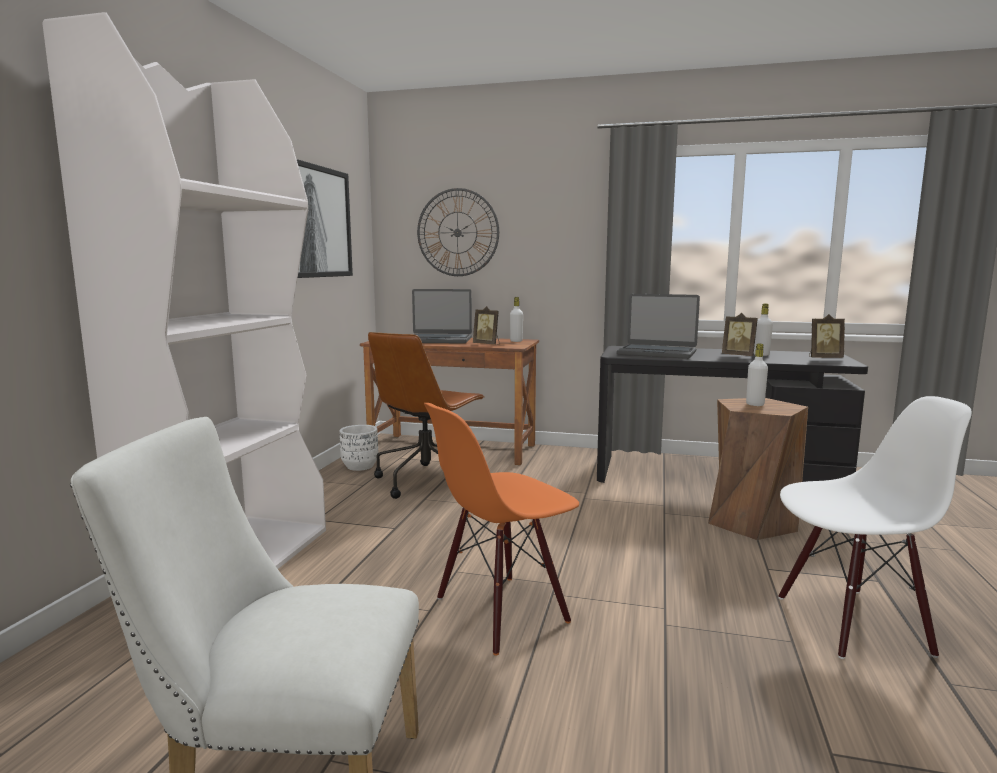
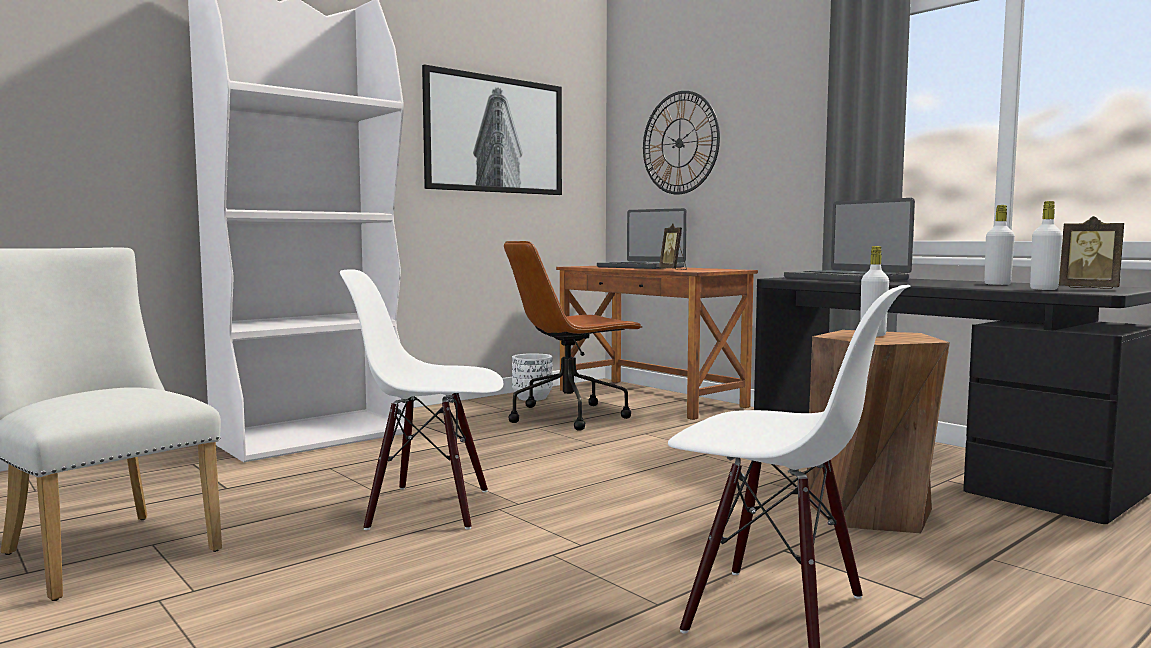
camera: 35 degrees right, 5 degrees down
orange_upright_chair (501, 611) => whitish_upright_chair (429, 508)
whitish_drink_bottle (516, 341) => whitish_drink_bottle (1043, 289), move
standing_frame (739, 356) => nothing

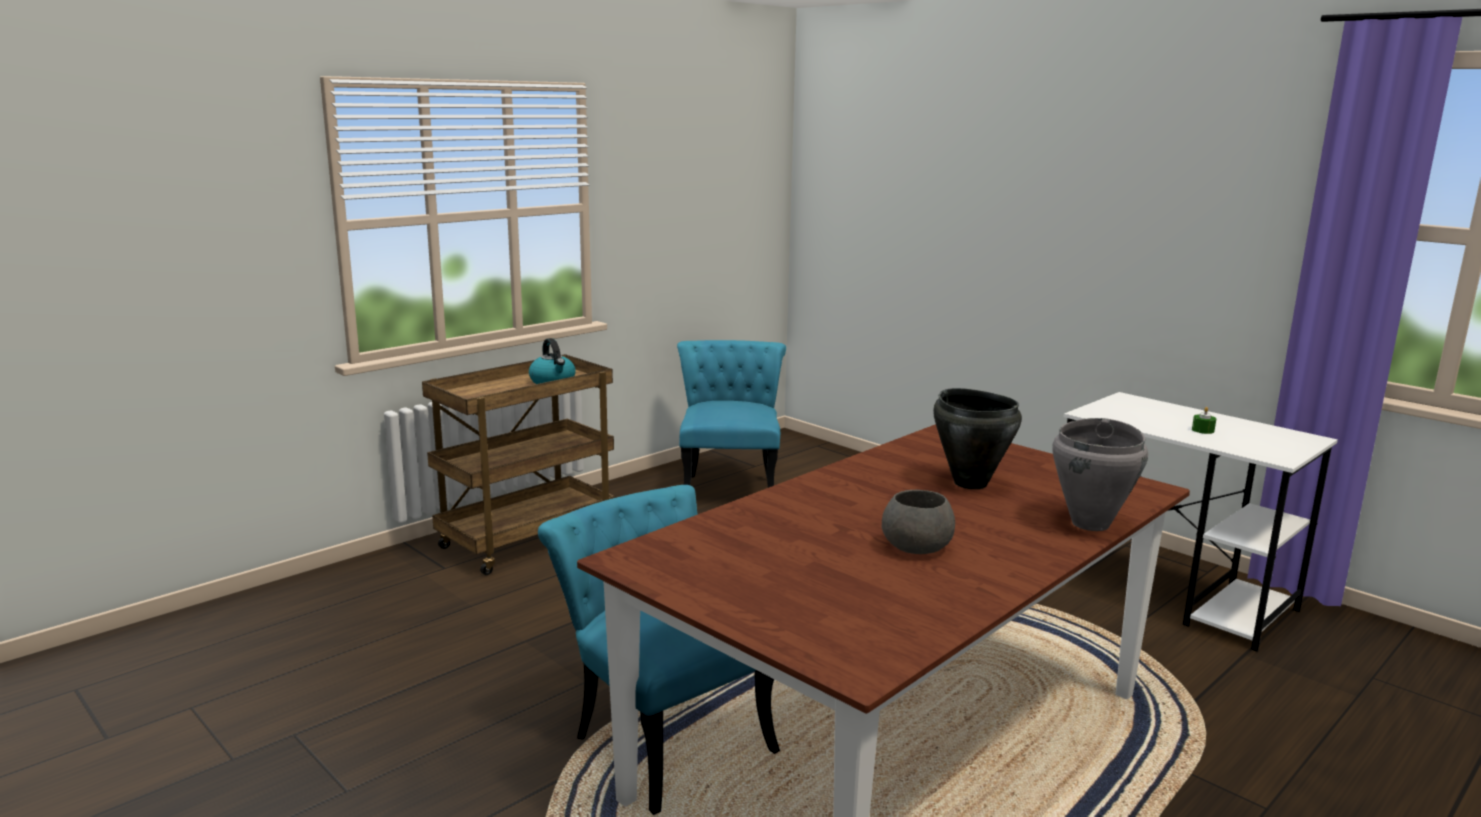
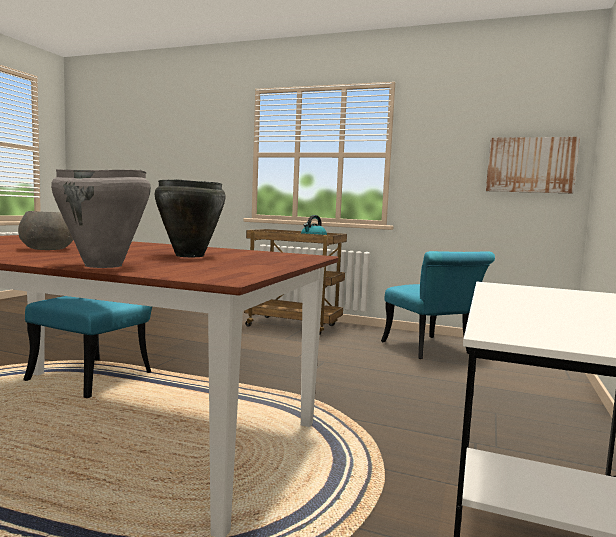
camera: 65 degrees right, 10 degrees down
turquoise-coloured_upright_chair (729, 488) => turquoise-coloured_upright_chair (431, 350), 90 degrees clockwise
nothing => picture (530, 165)
greenish_wax_candle (1203, 430) => nothing

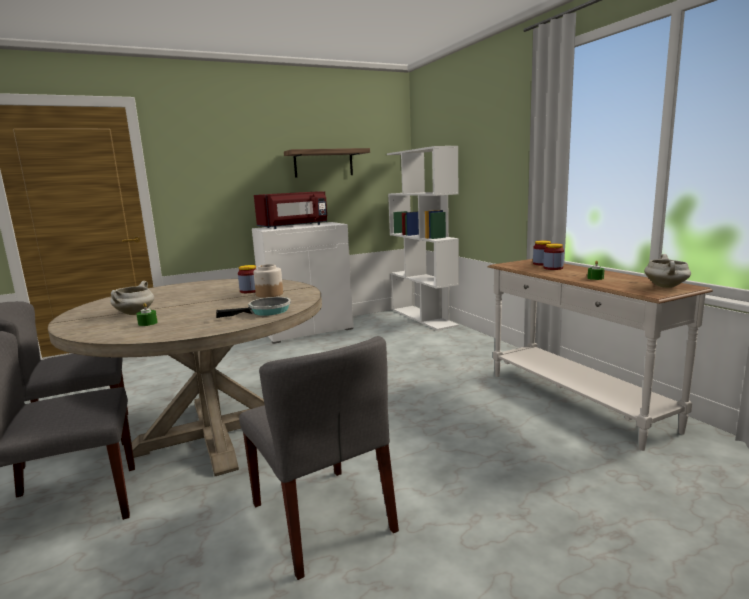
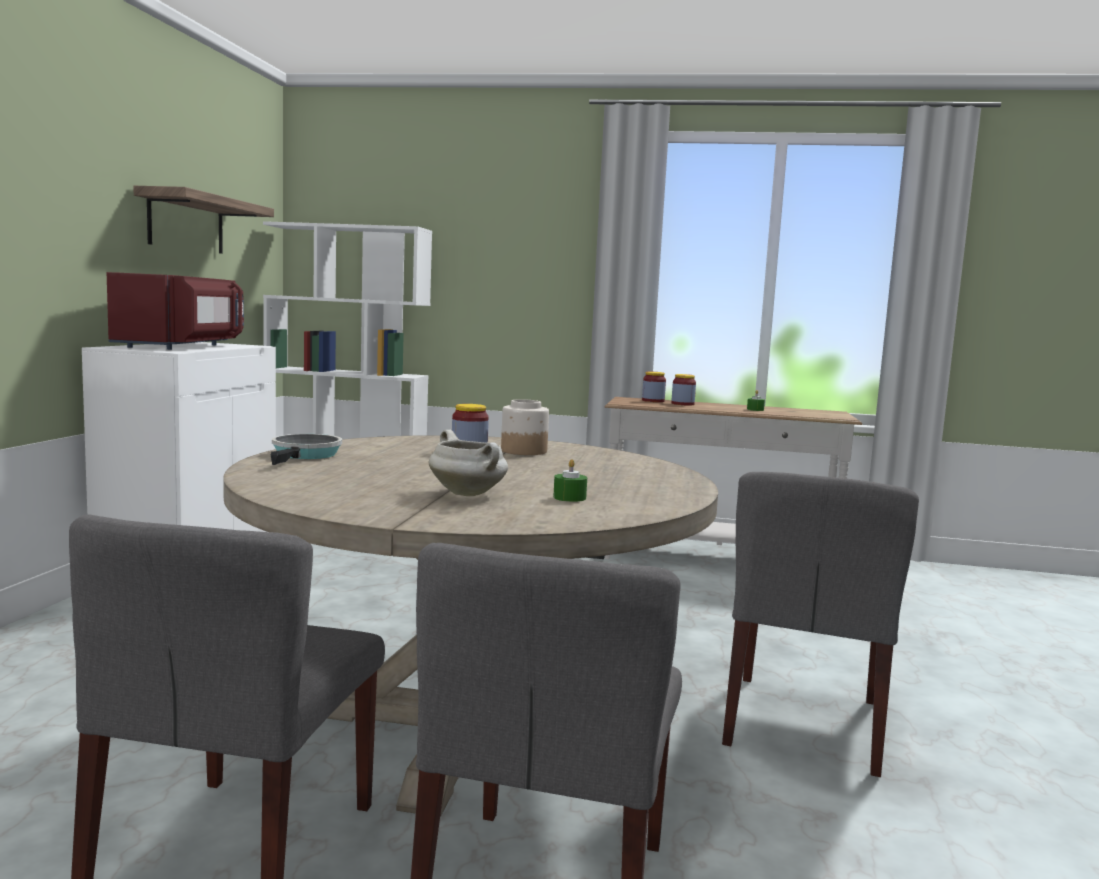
camera: 55 degrees left, 5 degrees down
skillet (266, 311) => skillet (305, 455), move
greyish_upright_chair (323, 517) => greyish_upright_chair (804, 723), 105 degrees clockwise
whitish_stockpot (666, 286) => nothing

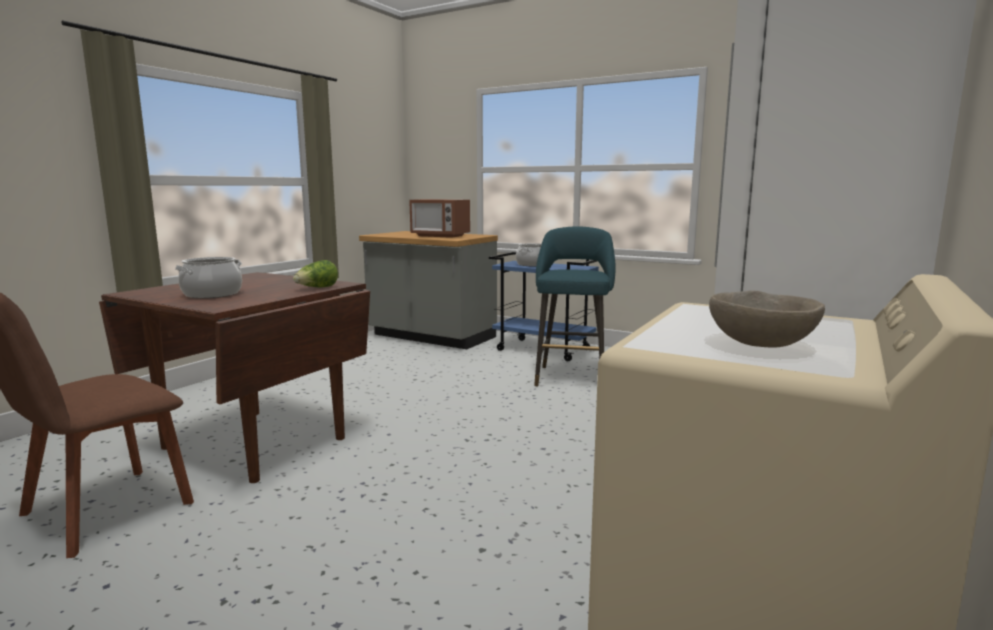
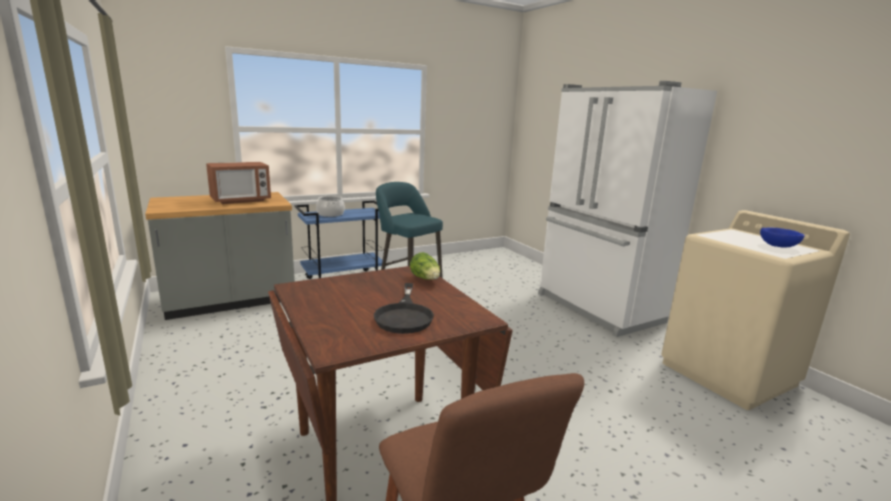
camera: 60 degrees left, 5 degrees up
stockpot (212, 294) => black_skillet (404, 315)
sand-coloured_bowl (761, 345) => blue-coloured_bowl (778, 246)

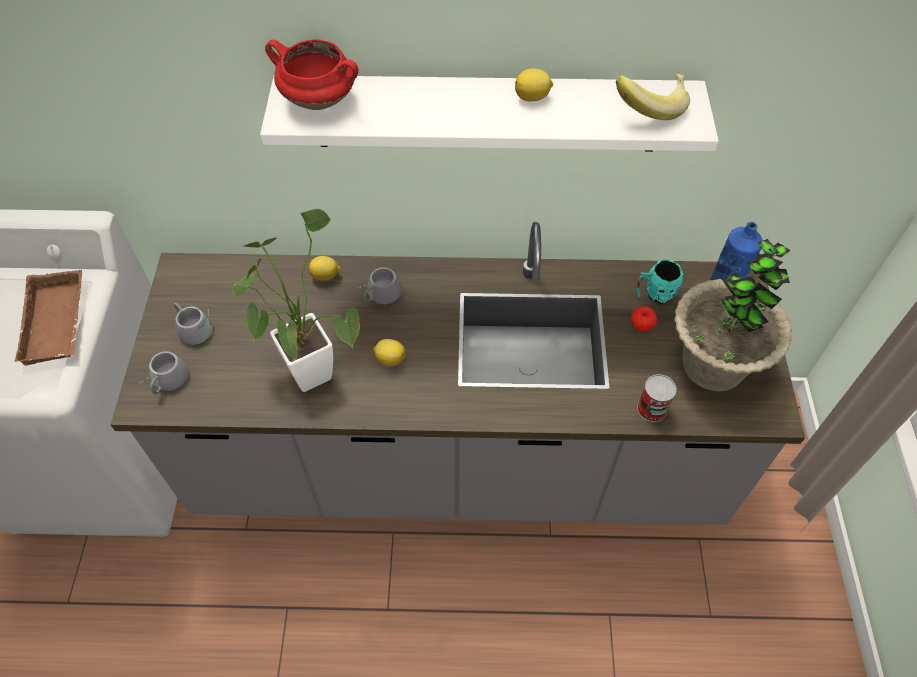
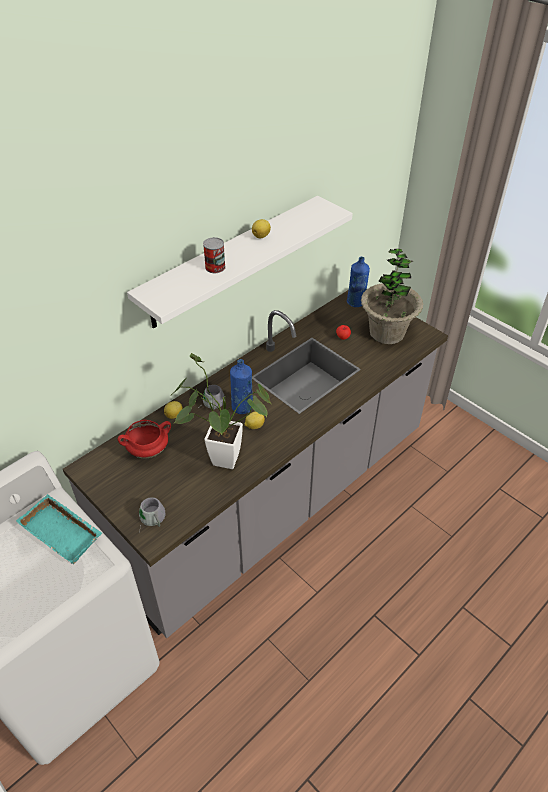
camera: 45 degrees left, 10 degrees down
brownish_serving_tray (58, 323) => turquoise-coloured_serving_tray (63, 532)
reddish_stockpot (320, 100) => reddish_stockpot (148, 450), move
can (652, 408) => can (215, 267), move
nothing => blue-coloured_drink_bottle (242, 407)
greyish_coffee_mug (196, 326) => nothing
banana_fruit (650, 106) => nothing
turquoise-coloured_coffee_mug (654, 294) => nothing

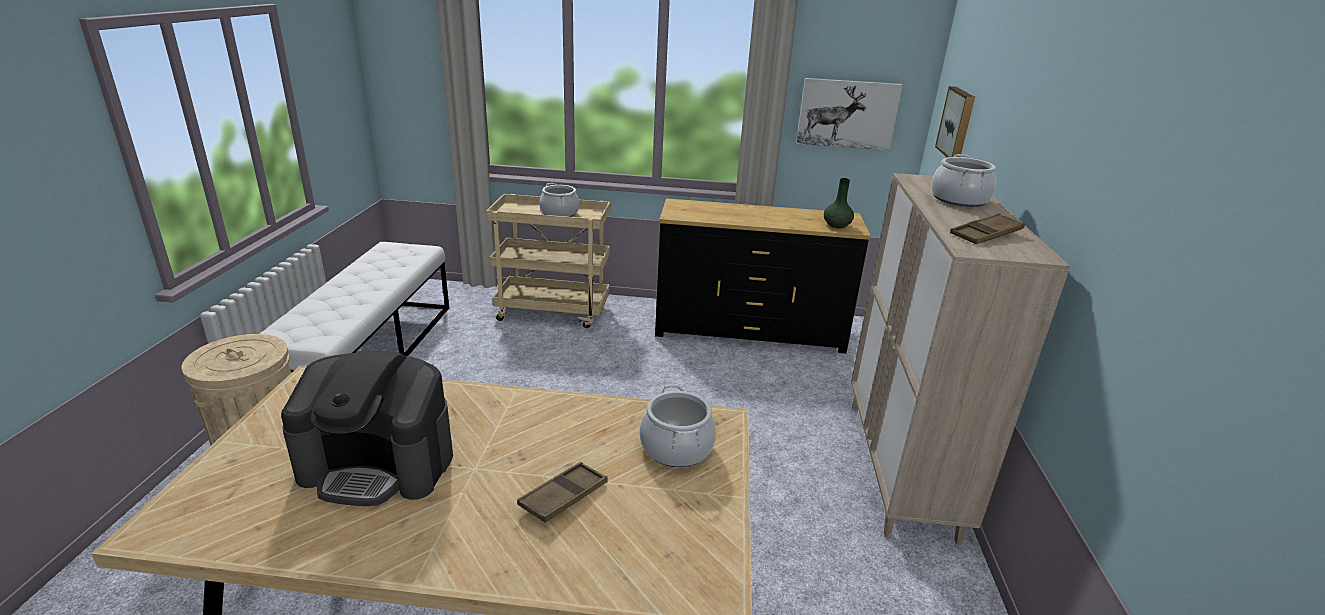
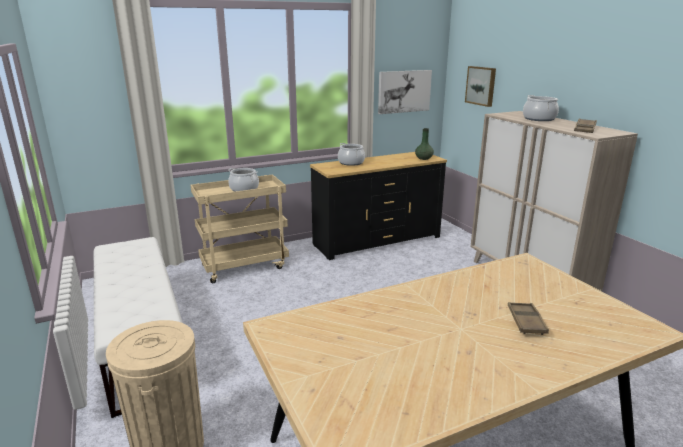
camera: 30 degrees left, 5 degrees down
stockpot (676, 447) => stockpot (351, 162), move
coffee_machine (379, 464) => nothing

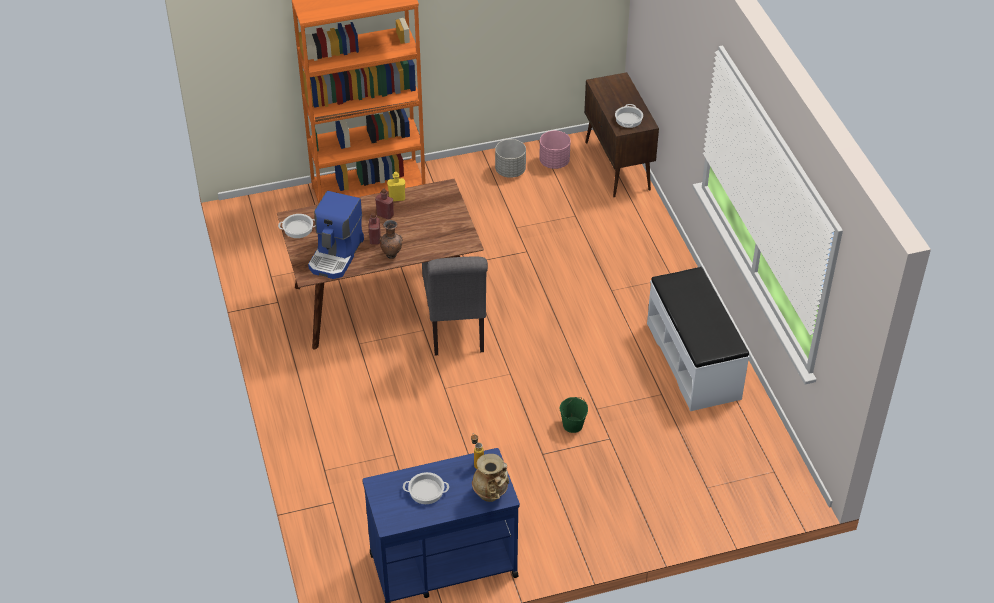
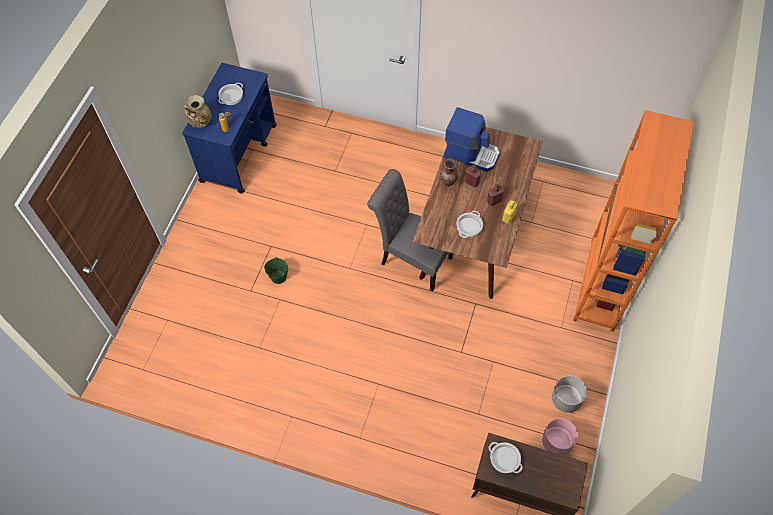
camera: 125 degrees right, 15 degrees up
coffee_machine (337, 255) => coffee_machine (471, 153), 150 degrees clockwise
stockpot (298, 229) => stockpot (469, 226), move
whitish_long_seat (694, 360) => nothing

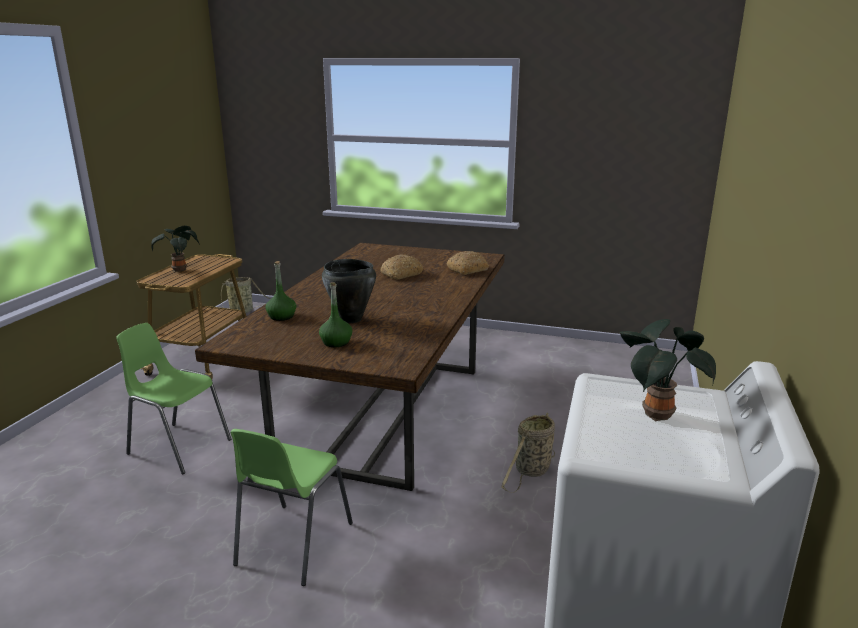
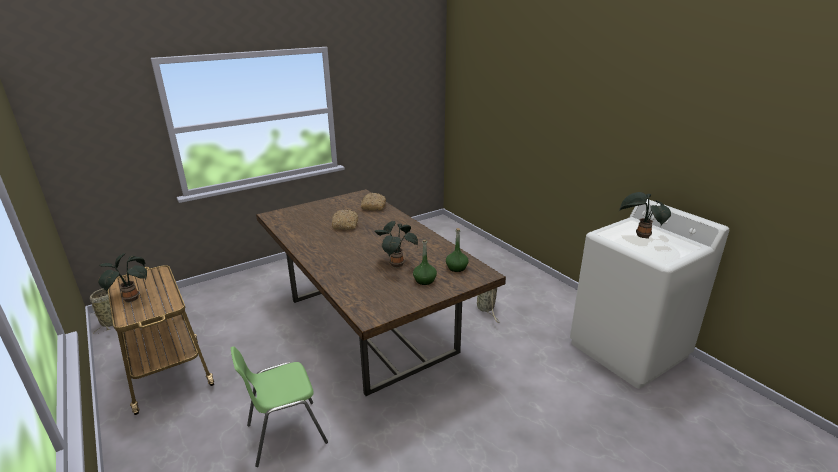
camera: 50 degrees left, 5 degrees up
black_stockpot (351, 319) => houseplant (395, 264)
greenish_drink_bottle (282, 317) => greenish_drink_bottle (456, 268), move
greenish_upright_chair (293, 544) => nothing

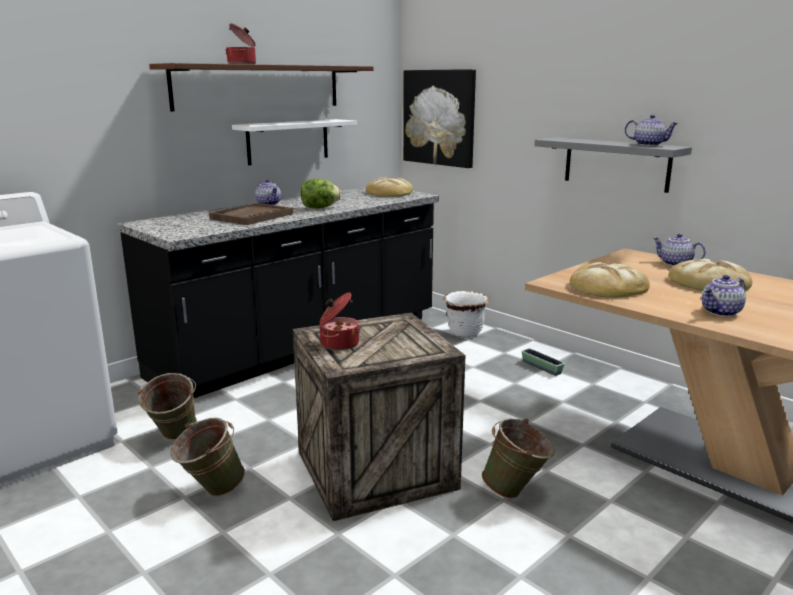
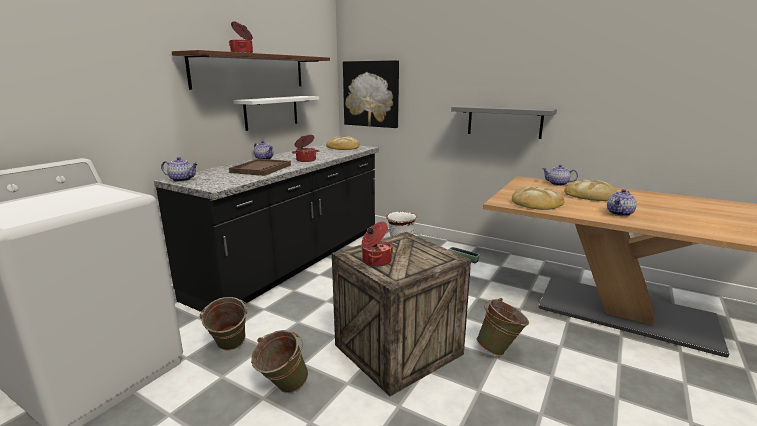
camera: 15 degrees left, 0 degrees up
tea_pot (649, 144) => tea_pot (182, 180), move
lettuce_head (319, 208) => stockpot (306, 160)

